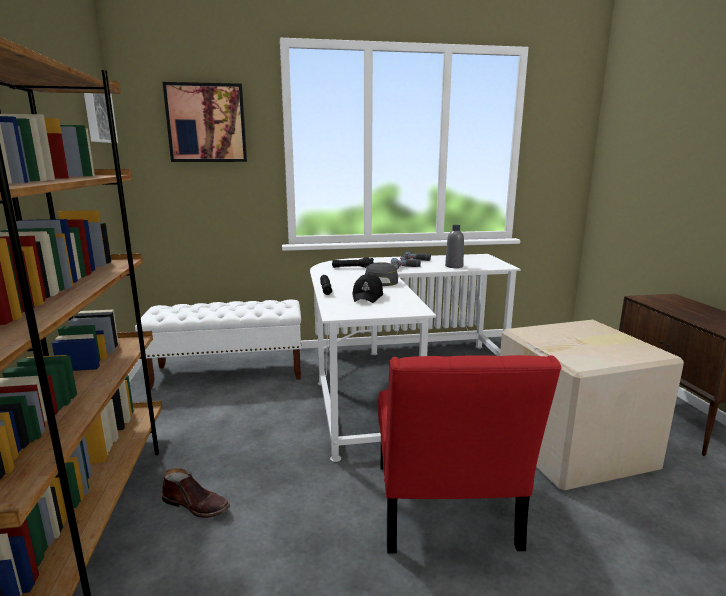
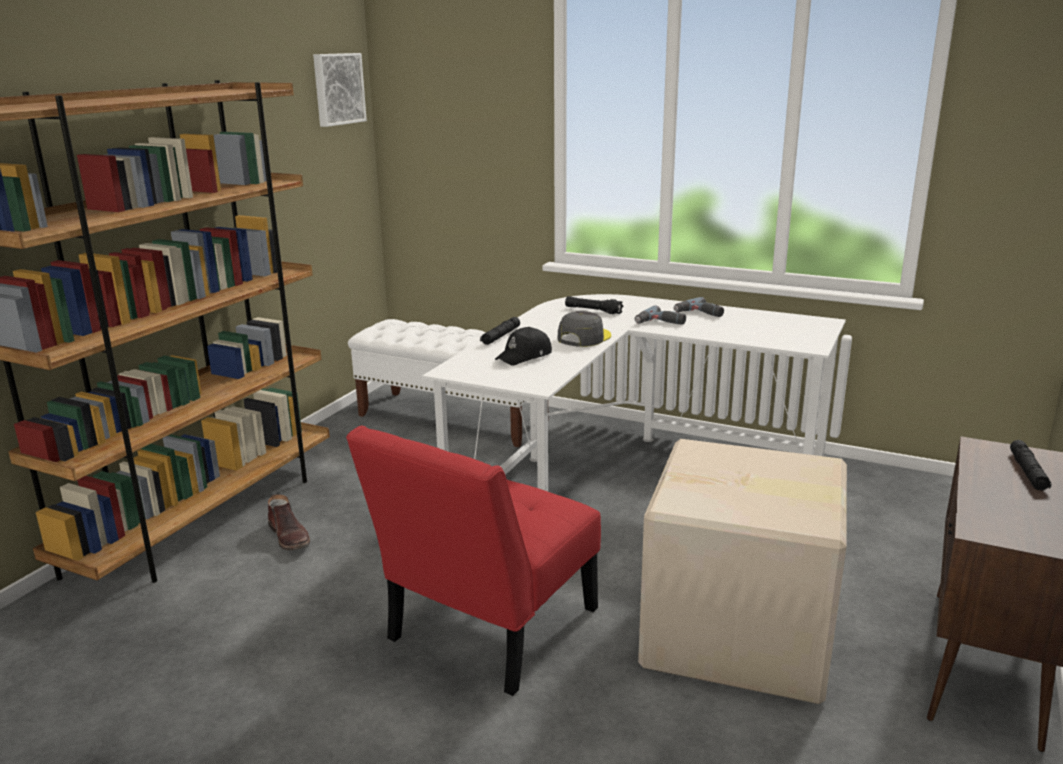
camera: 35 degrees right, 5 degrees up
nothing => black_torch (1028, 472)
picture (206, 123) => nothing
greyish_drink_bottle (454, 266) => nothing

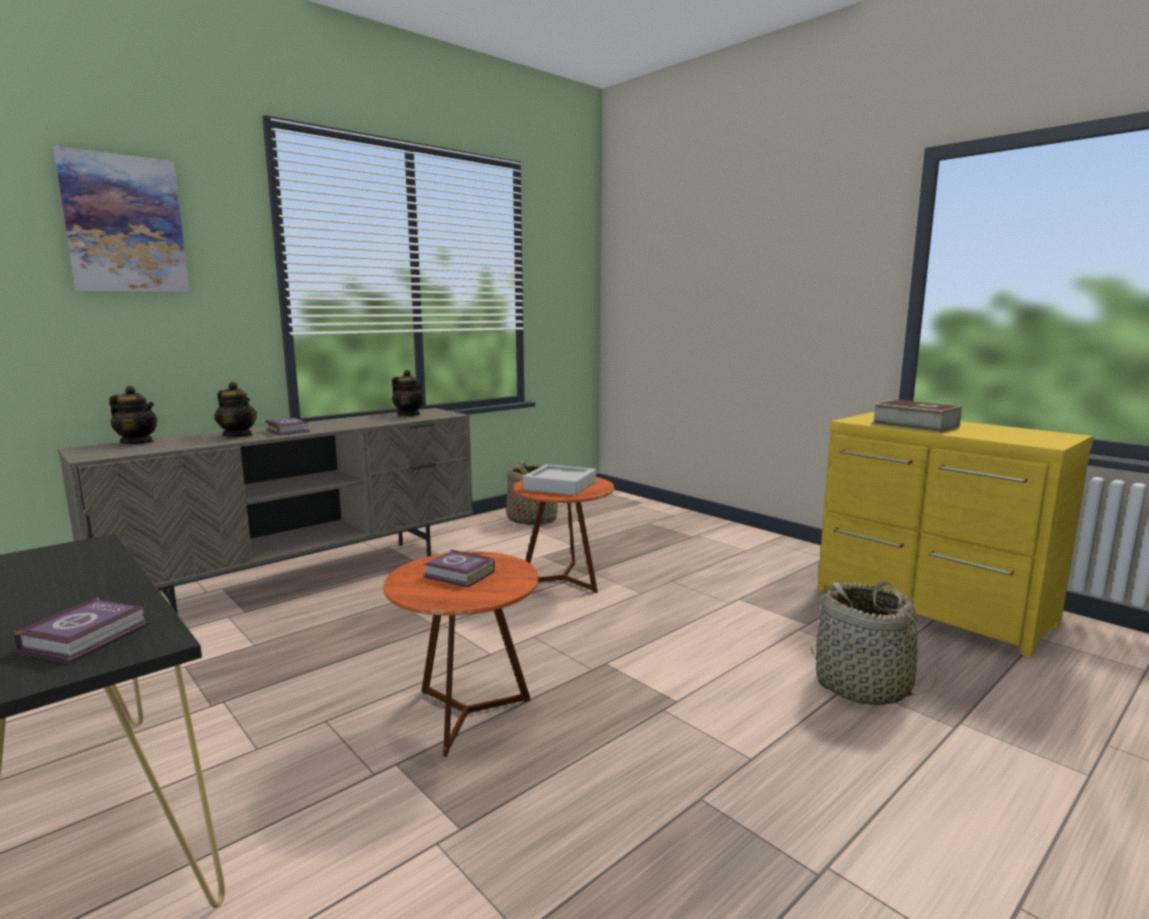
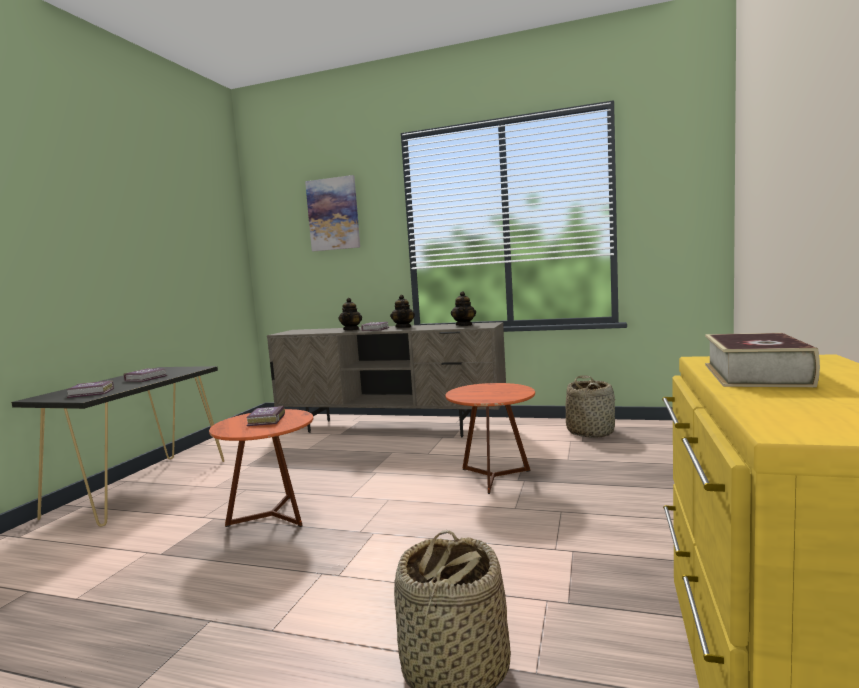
camera: 60 degrees right, 5 degrees down
nothing => bound_book (147, 378)
tea_pot (137, 442) => tea_pot (403, 327), move
greyish_serving_tray (560, 486) => nothing

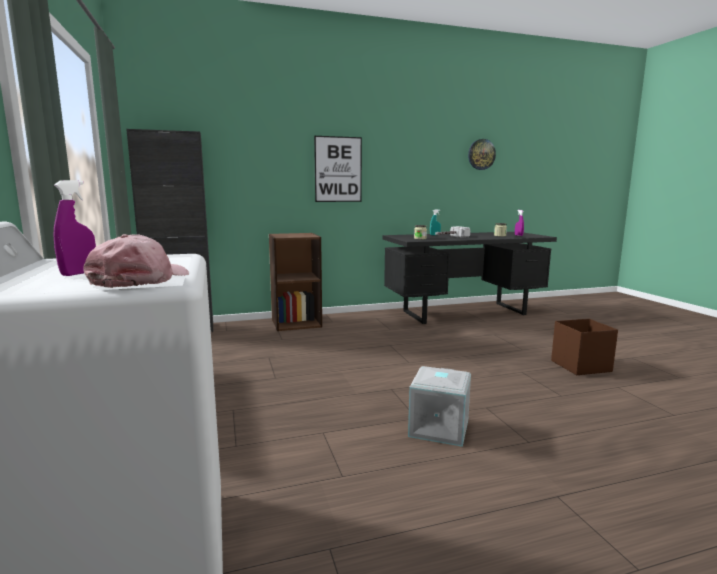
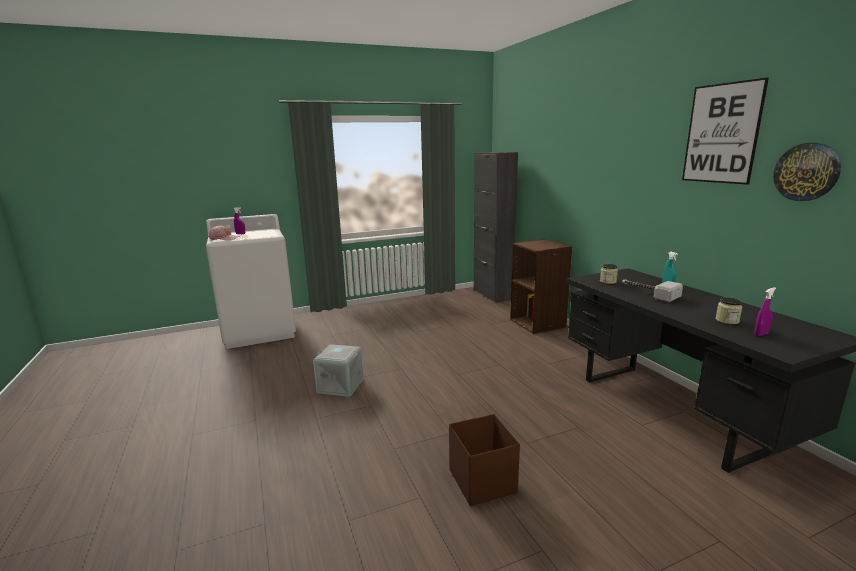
camera: 85 degrees right, 5 degrees up
picture (338, 169) => picture (721, 133), move

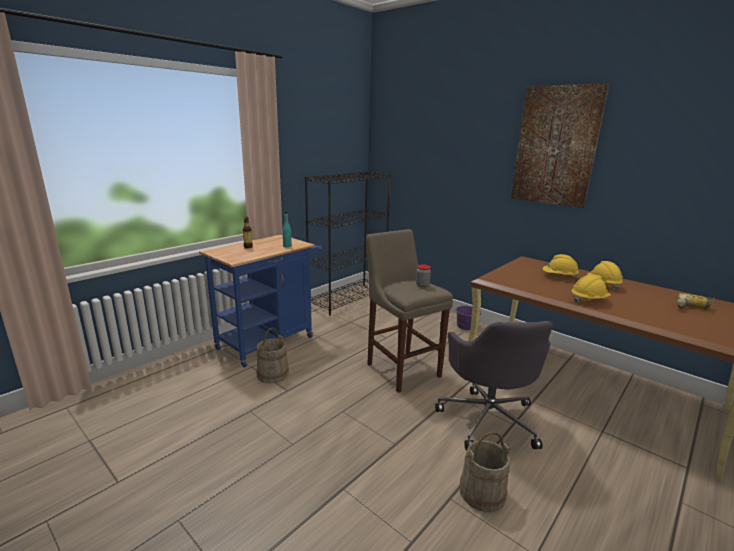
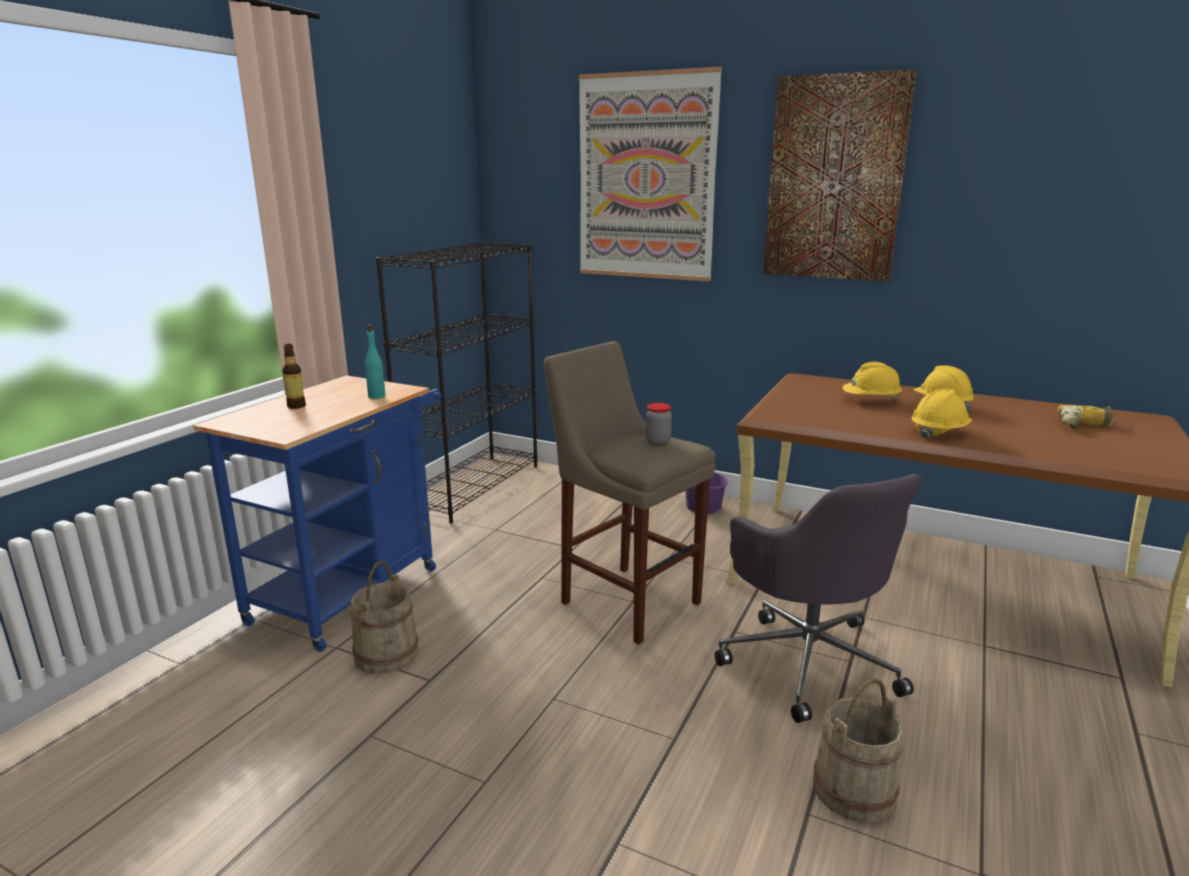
camera: 15 degrees left, 0 degrees up
nothing => picture (646, 178)

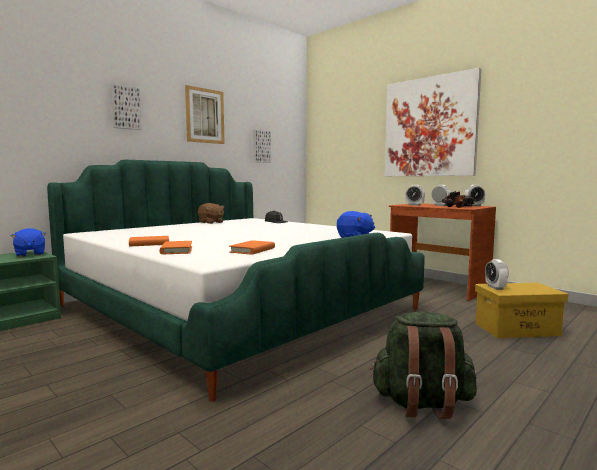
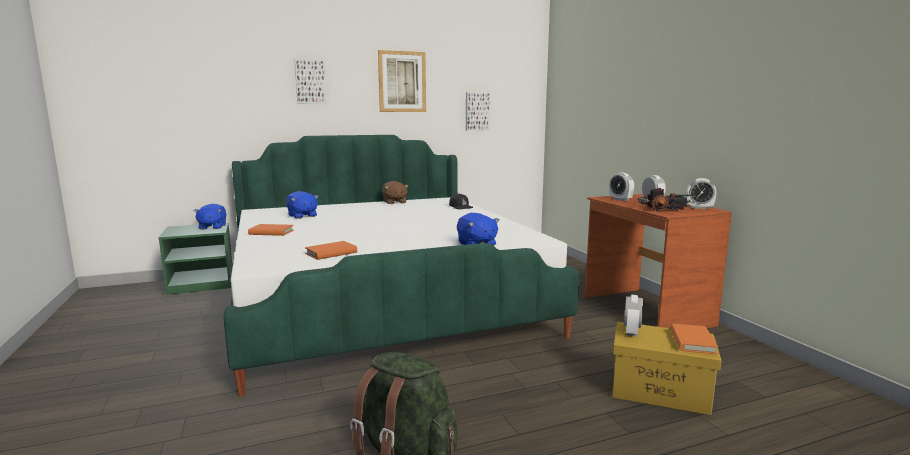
camera: 25 degrees right, 5 degrees up
nothing => blue-coloured_cuddly_toy (302, 216)
orange_bound_book (176, 250) => orange_bound_book (692, 341), move
picture (429, 127) => nothing

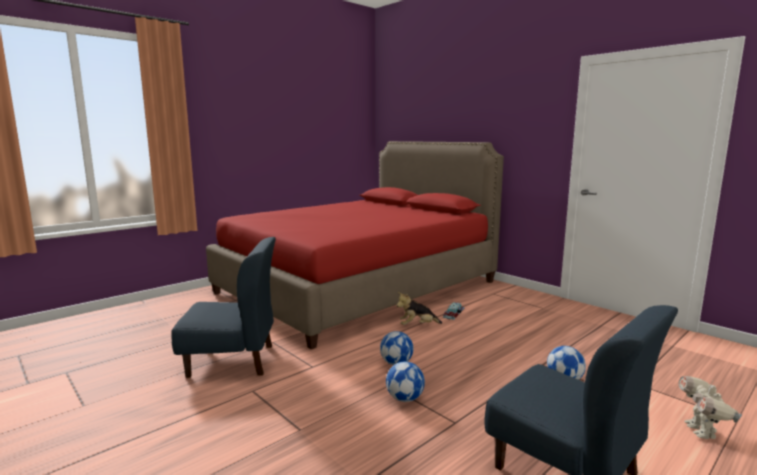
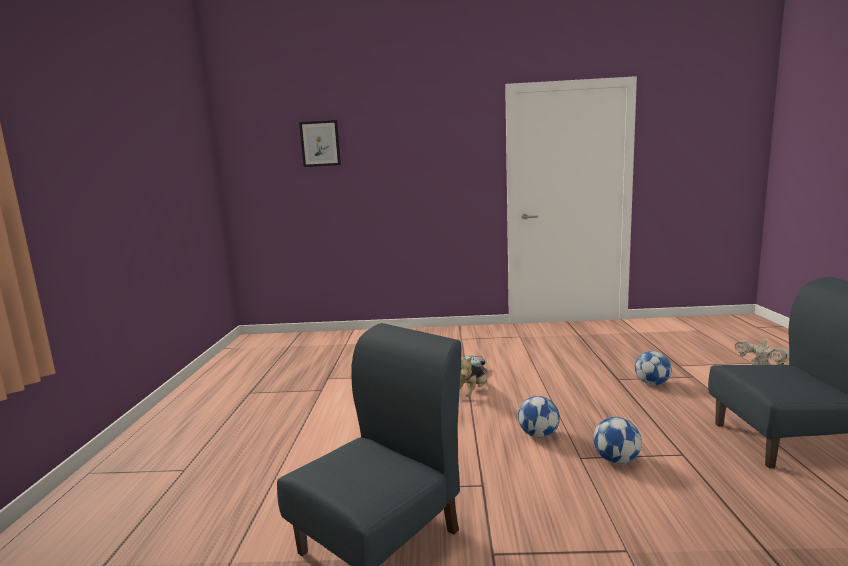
camera: 45 degrees left, 0 degrees up
nothing => picture (320, 143)
reddish_sleeping_bed (358, 287) => nothing

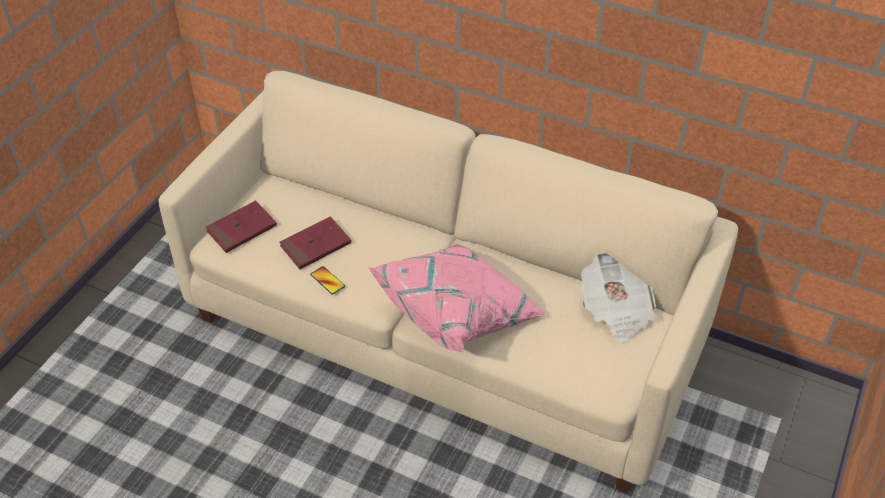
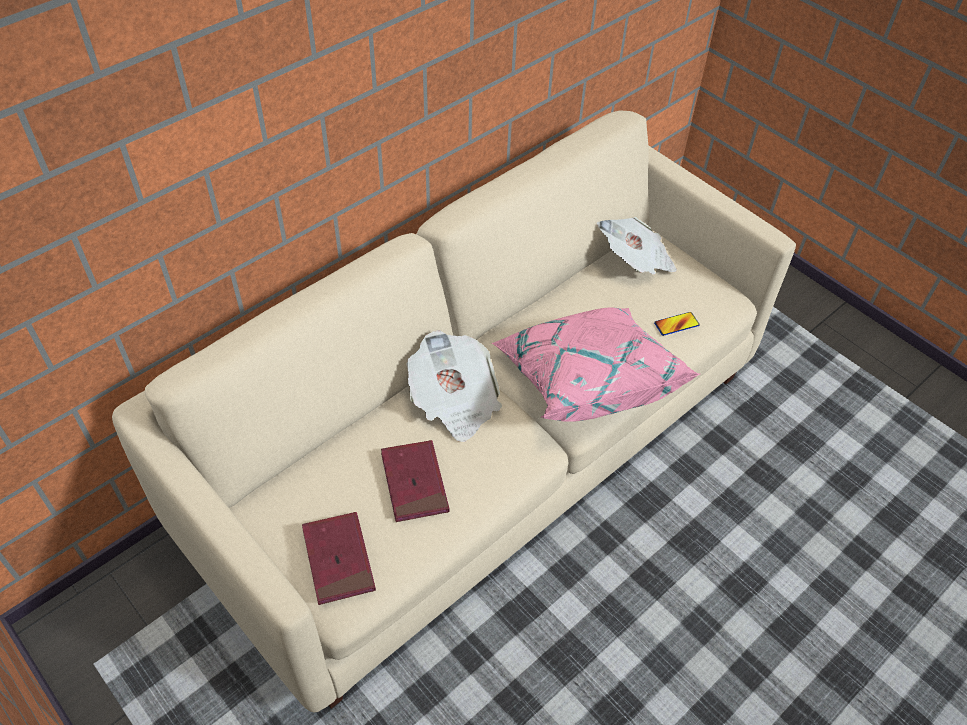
camera: 70 degrees left, 5 degrees up
nothing => newspaper (454, 401)
telephone (327, 281) => telephone (676, 324), move

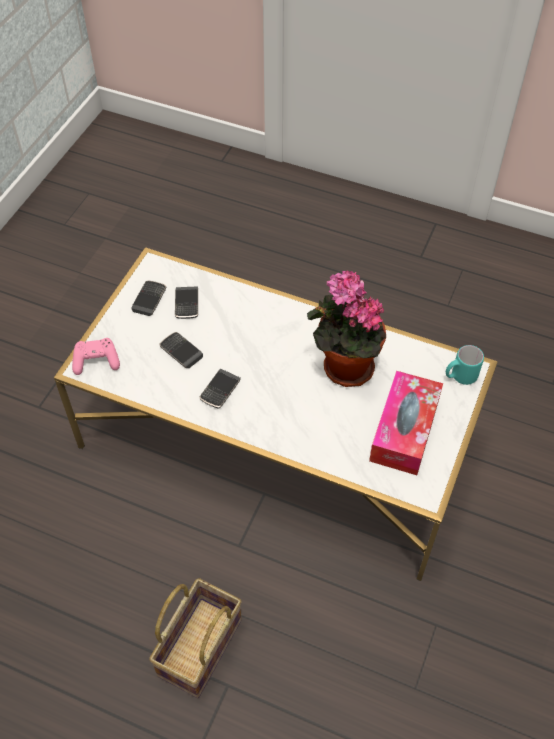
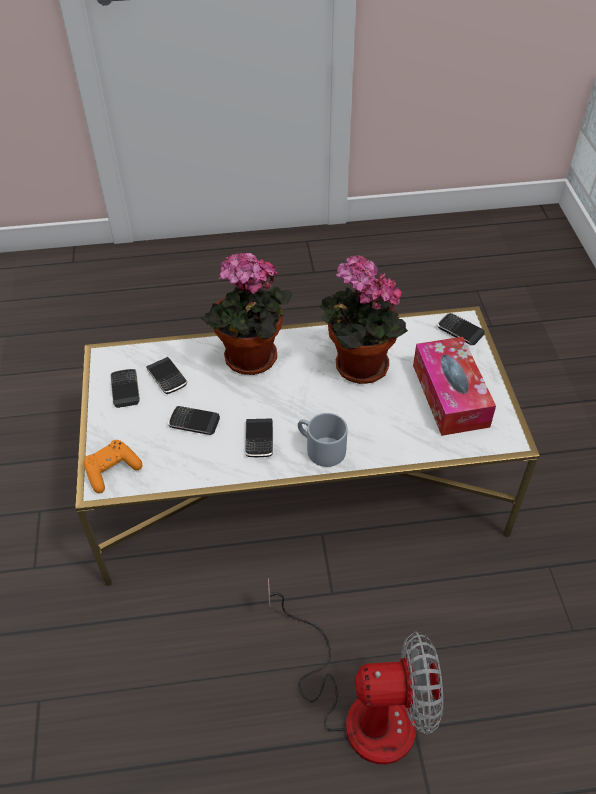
camera: 30 degrees left, 5 degrees down
pink-coloured_gamepad (96, 361) => orange_gamepad (112, 471)
nothing => houseplant (250, 361)
storage_basket (199, 644) => fan (361, 706)
nothing => greyish_coffee_mug (320, 448)
turquoise-coloured_coffee_mug (460, 376) => telephone (460, 331)

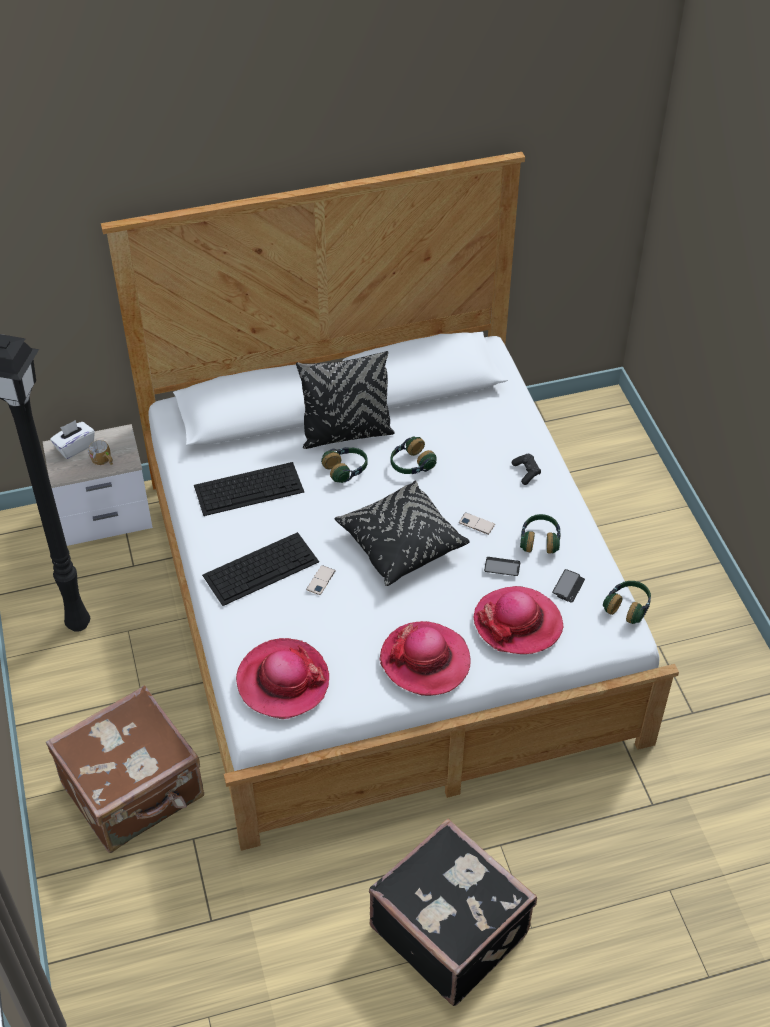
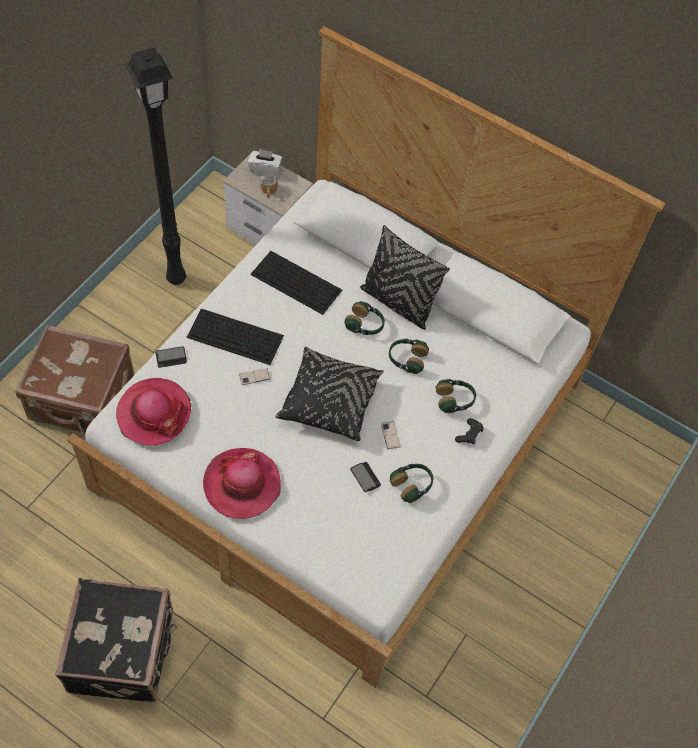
camera: 45 degrees right, 10 degrees up
telephone (568, 586) => telephone (171, 357), move
headset (628, 607) => headset (455, 400), move
hat (517, 623) => nothing

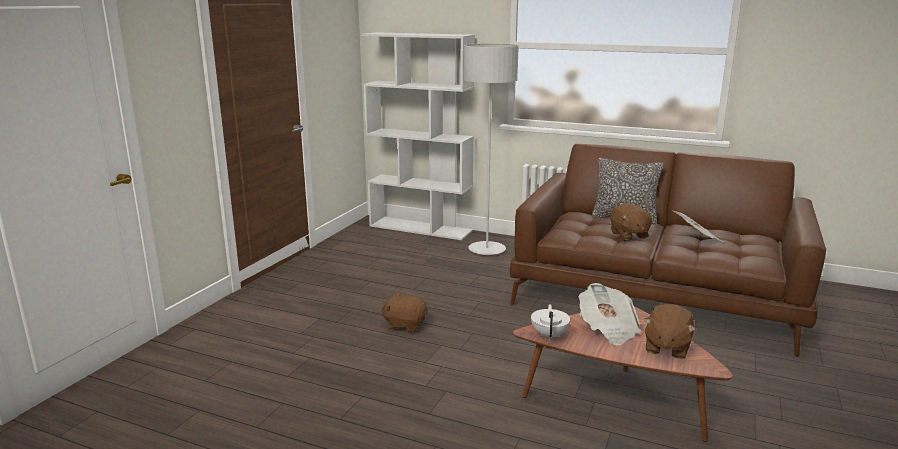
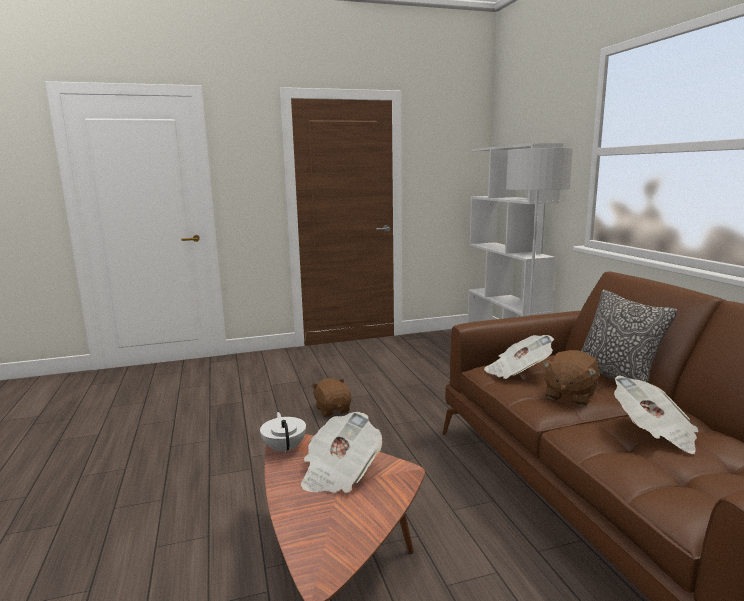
camera: 50 degrees right, 5 degrees down
whitish_tea_pot (550, 335) => whitish_tea_pot (285, 448), 75 degrees counterclockwise
nothing => newspaper (517, 372)
brownish_cuddly_toy (666, 347) => nothing

